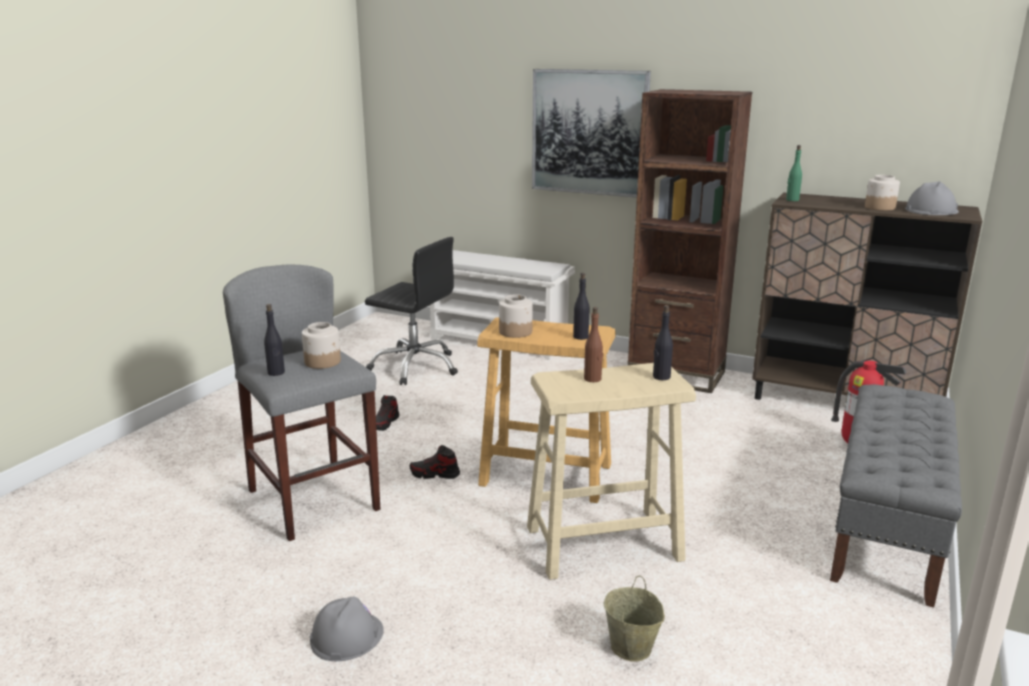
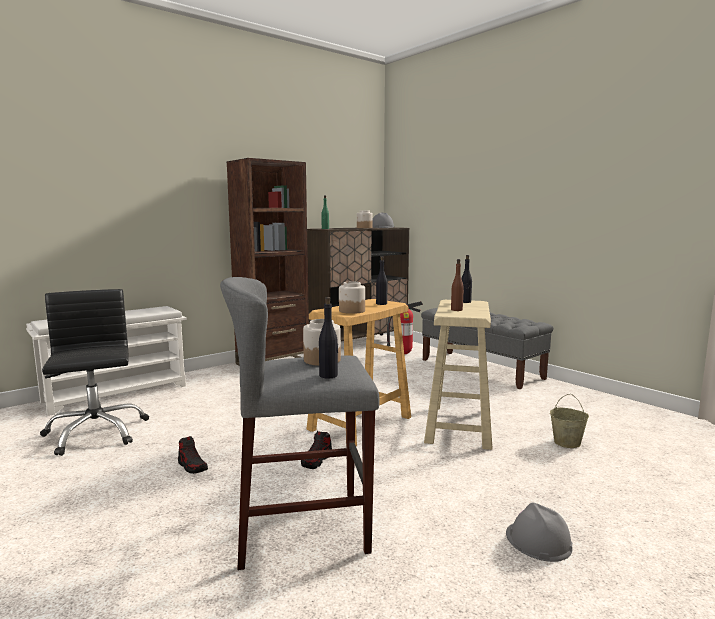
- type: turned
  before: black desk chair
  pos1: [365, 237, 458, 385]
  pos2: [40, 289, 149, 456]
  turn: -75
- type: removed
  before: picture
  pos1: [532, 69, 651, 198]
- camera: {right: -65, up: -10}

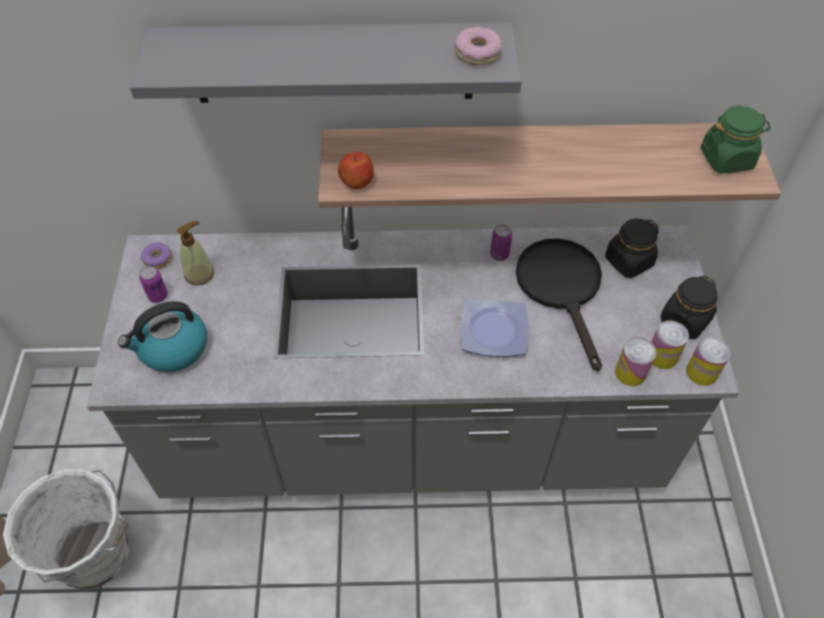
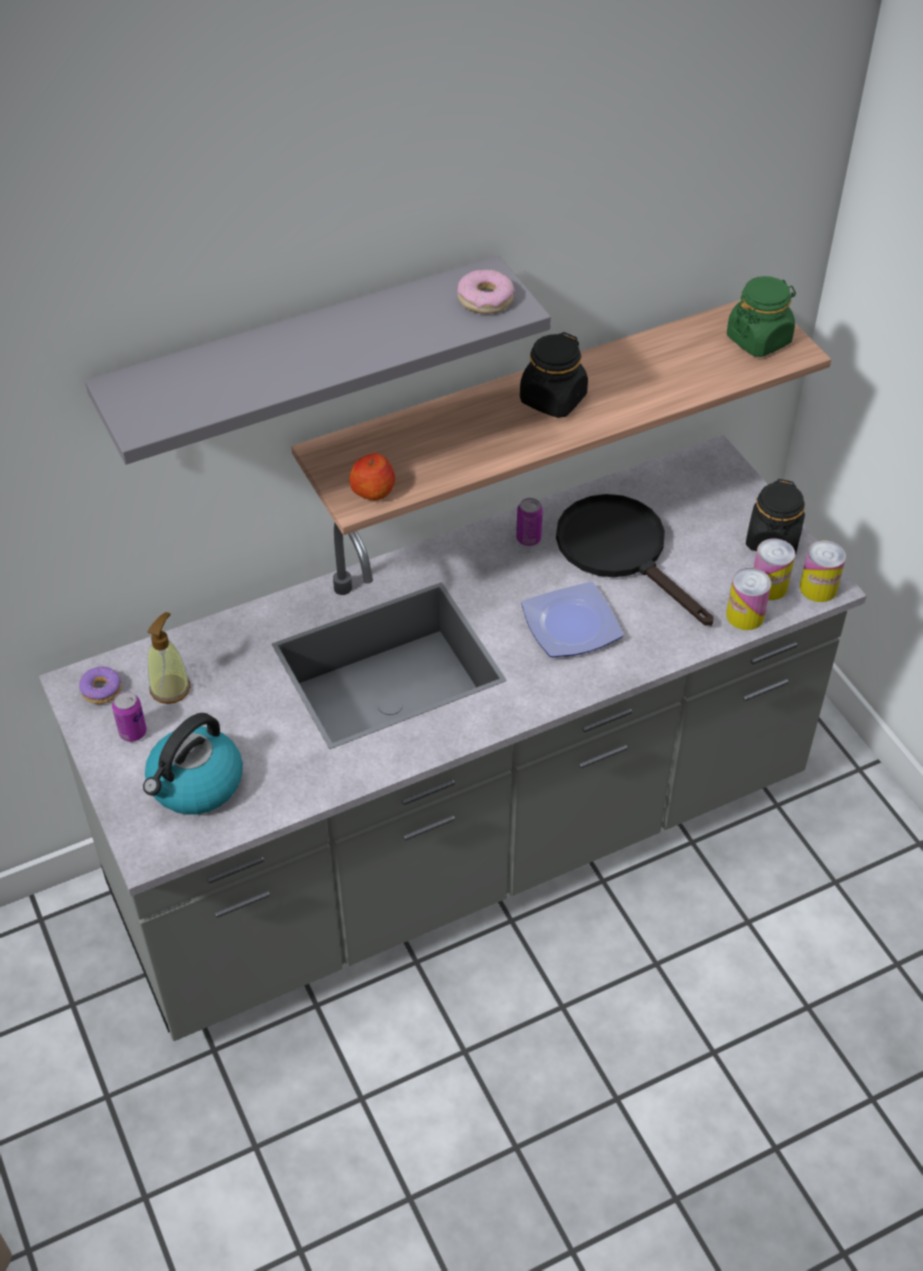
- type: moved
  before: black jar
  pos1: [605, 219, 659, 278]
  pos2: [520, 332, 588, 418]
- type: removed
  before: white bucket
  pos1: [3, 469, 129, 590]
- camera: {right: -25, up: -5}

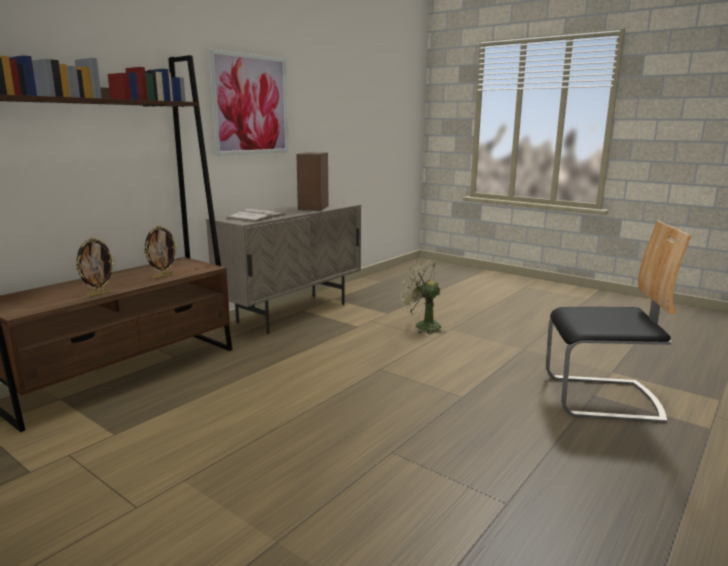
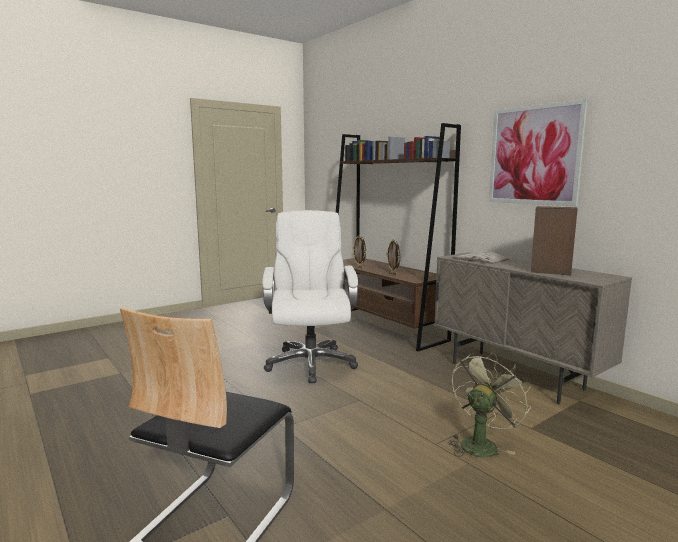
- type: added
  after: white desk chair
  pos2: [262, 210, 358, 383]
- camera: {right: 105, up: -5}

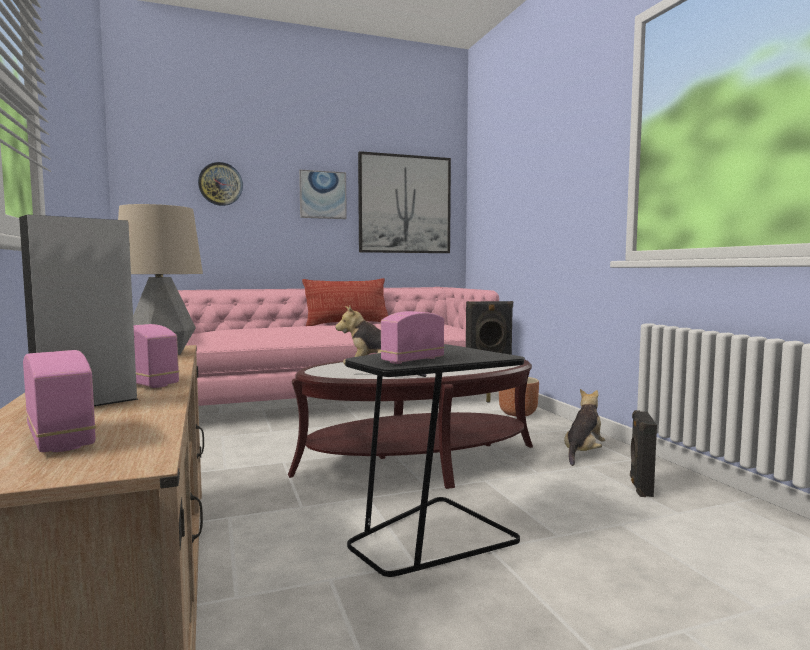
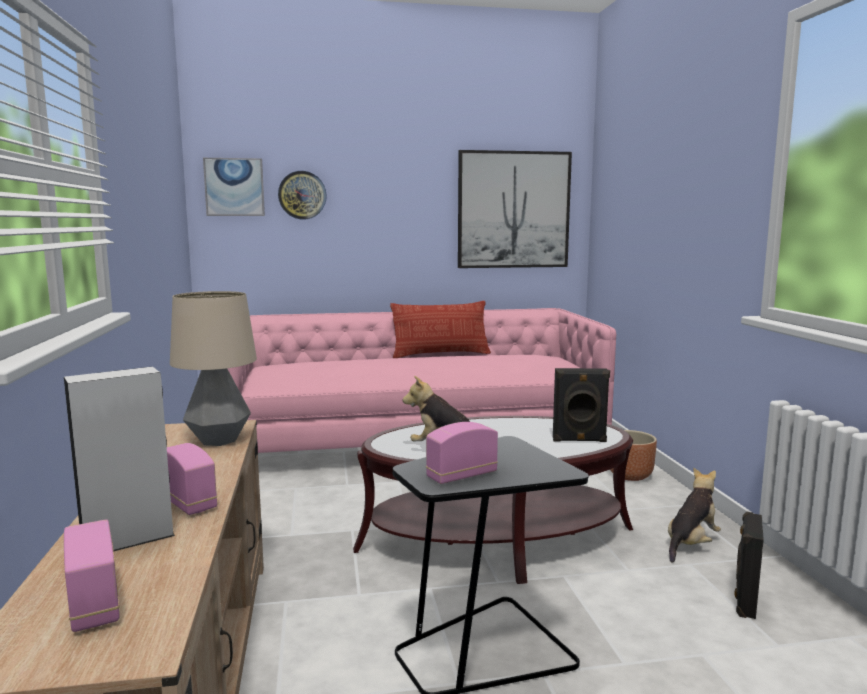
- type: moved
  before: picture
  pos1: [299, 170, 347, 219]
  pos2: [203, 158, 265, 216]
- camera: {right: 10, up: 5}

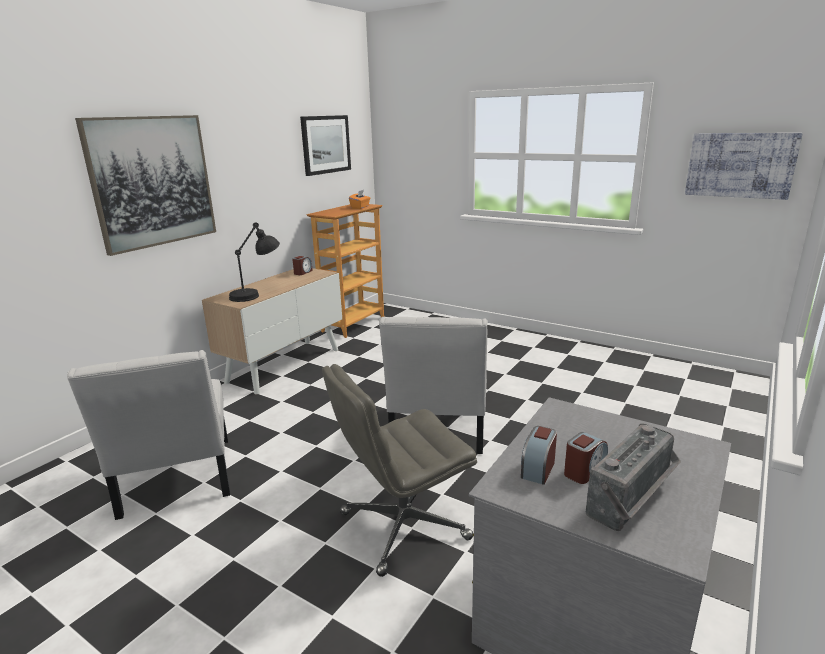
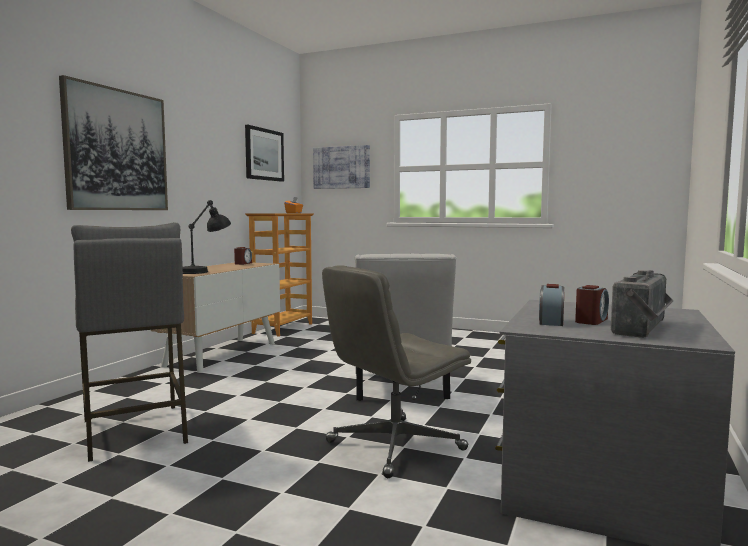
- type: replaced
  before: white upright chair
  after: grey stool seat
  pos1: [67, 350, 230, 520]
  pos2: [71, 223, 188, 462]
- type: moved
  before: picture
  pos1: [685, 133, 803, 200]
  pos2: [313, 145, 370, 189]
- camera: {right: -10, up: -15}

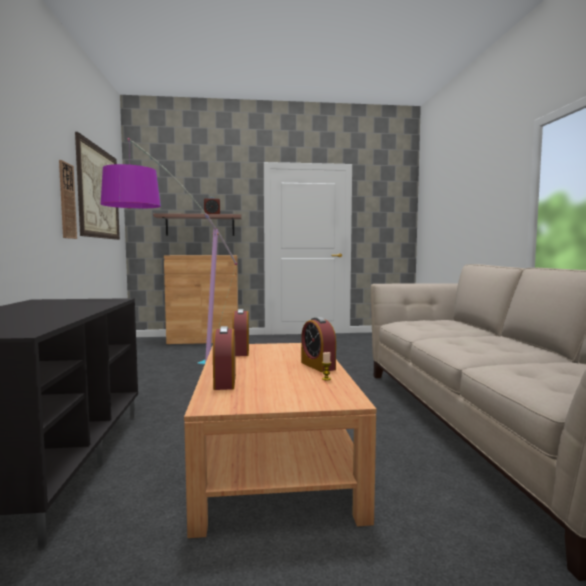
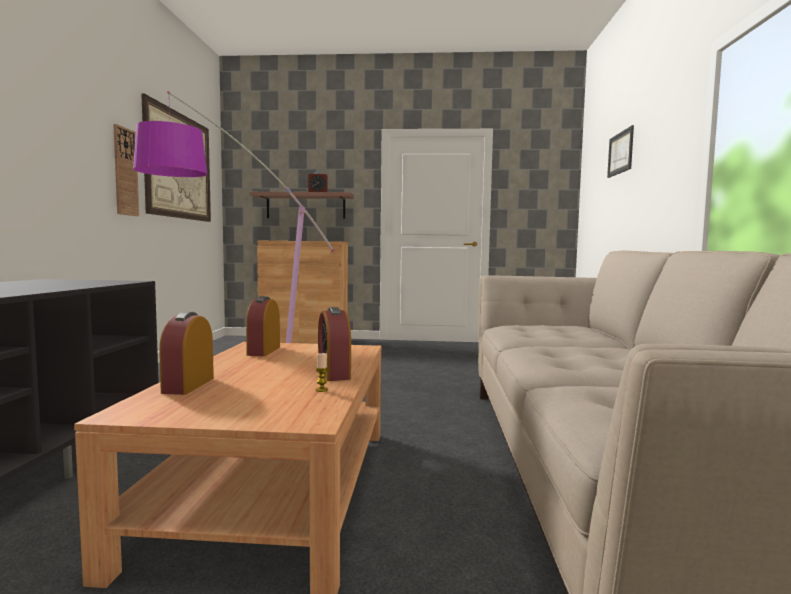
- type: added
  after: picture
  pos2: [607, 125, 634, 178]
- camera: {right: 10, up: 0}

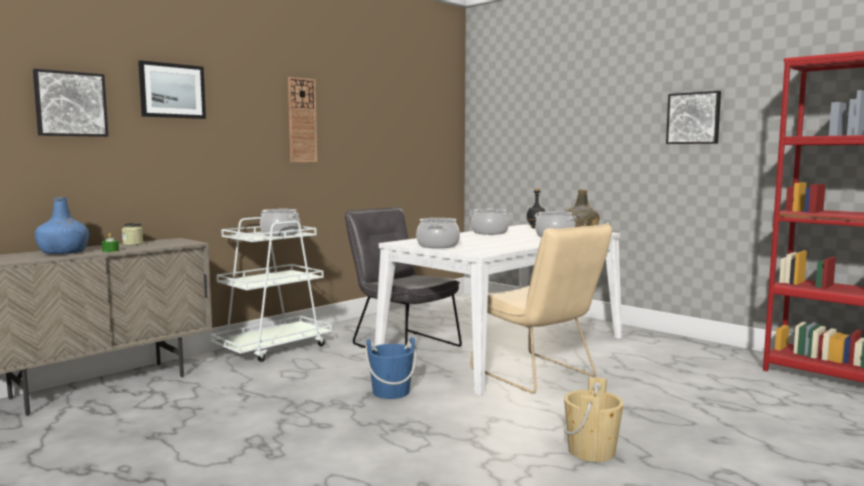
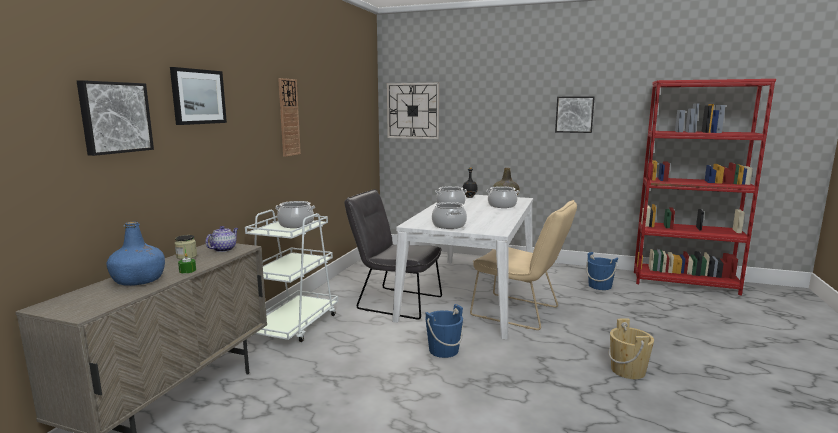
- type: added
  after: pot for tea
  pos2: [205, 226, 238, 252]
- type: added
  after: hanging clock
  pos2: [387, 83, 439, 139]
- type: added
  after: blue-coloured bucket
  pos2: [586, 252, 618, 290]
- camera: {right: -25, up: 5}

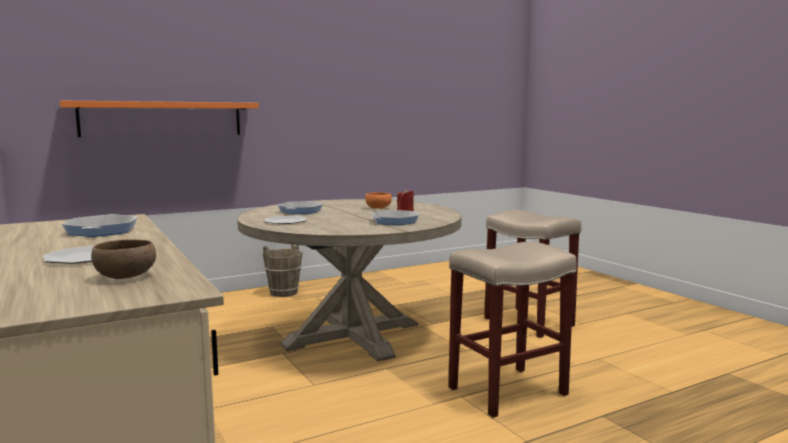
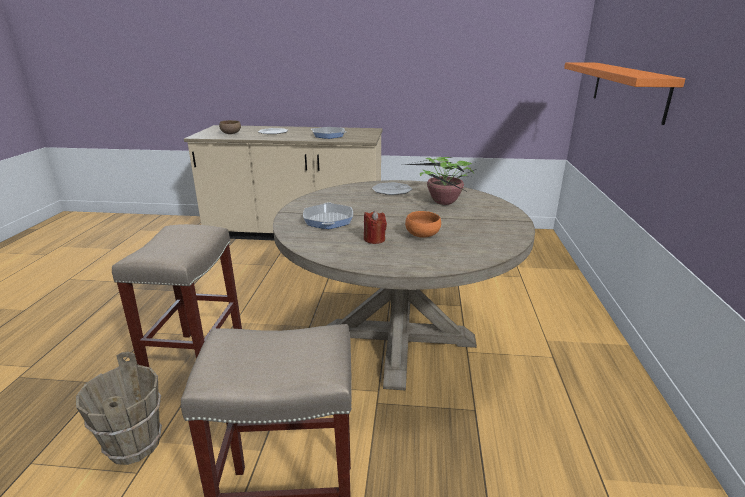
- type: moved
  before: brown bucket
  pos1: [262, 244, 303, 297]
  pos2: [76, 352, 162, 465]
- type: replaced
  before: skillet
  after: potted plant
  pos1: [278, 201, 323, 214]
  pos2: [403, 157, 476, 205]
- camera: {right: 125, up: 15}

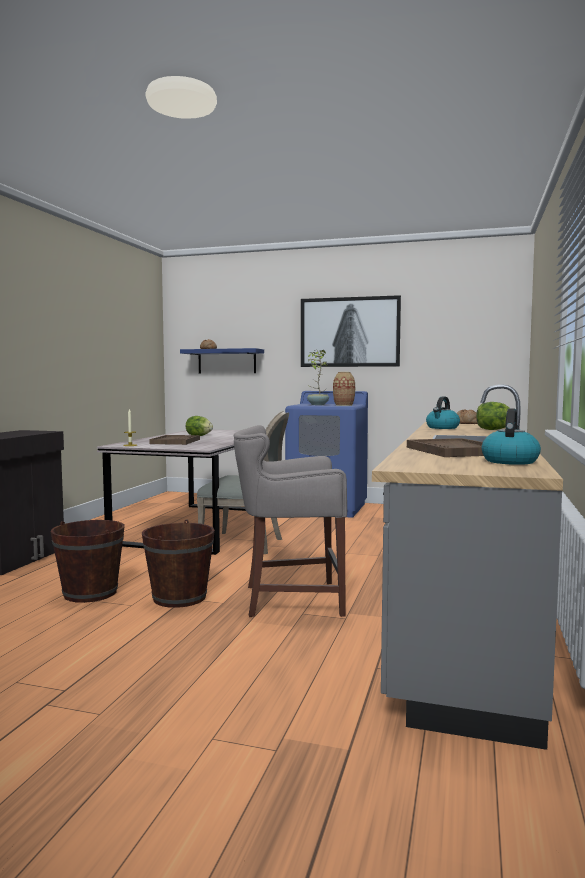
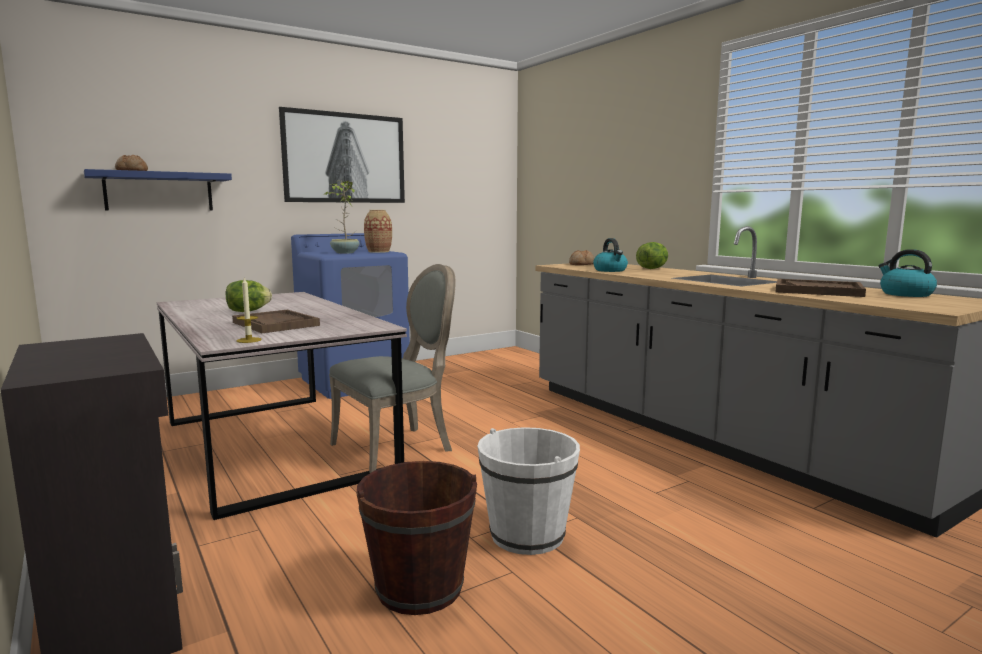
- type: recoloured
  before: brown bucket
  after: white bucket
  pos1: [142, 520, 215, 608]
  pos2: [477, 427, 580, 555]
- type: removed
  before: grey stool seat
  pos1: [233, 425, 347, 617]
- camera: {right: -50, up: 5}

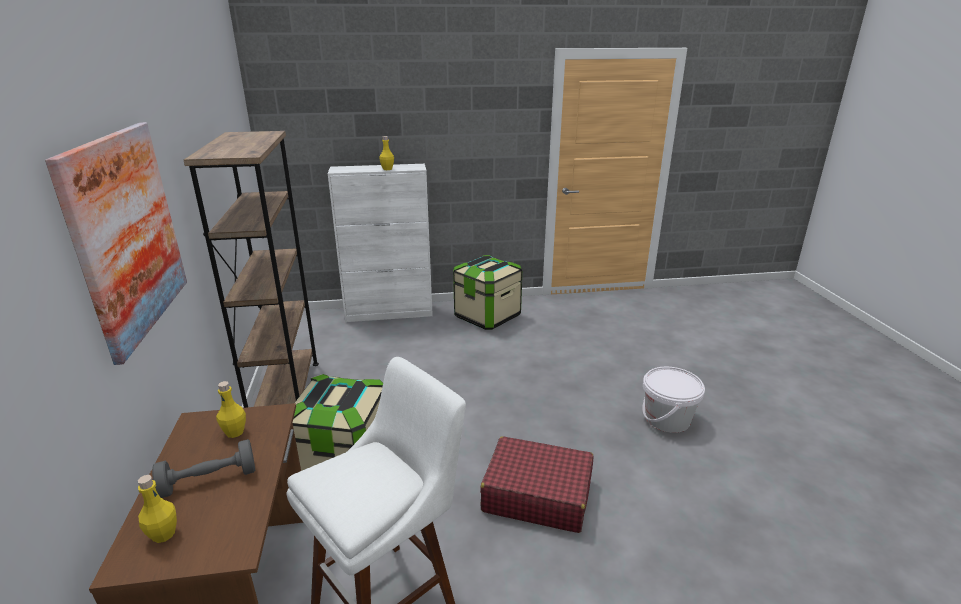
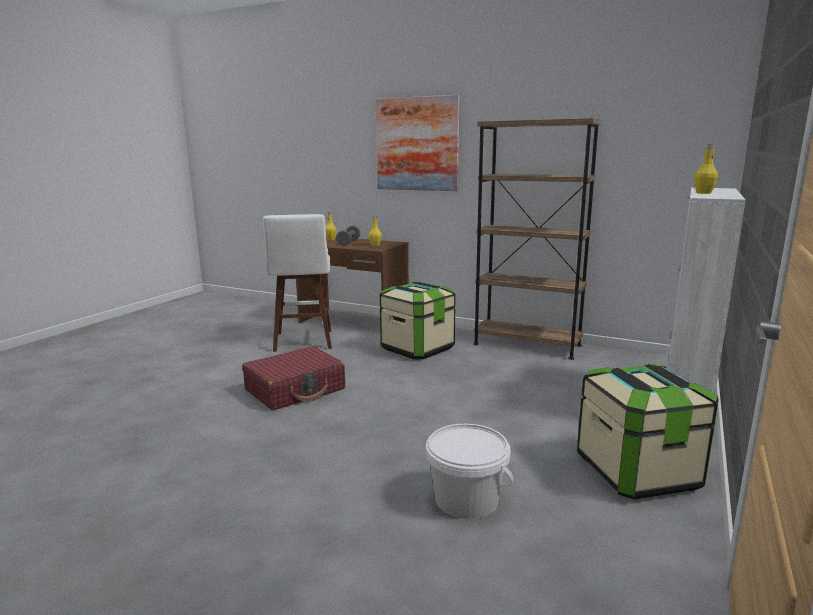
- type: moved
  before: white bucket
  pos1: [642, 367, 705, 433]
  pos2: [426, 424, 514, 519]
- camera: {right: 125, up: -10}

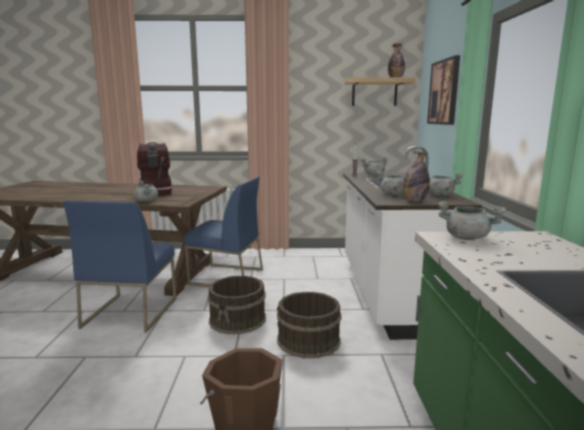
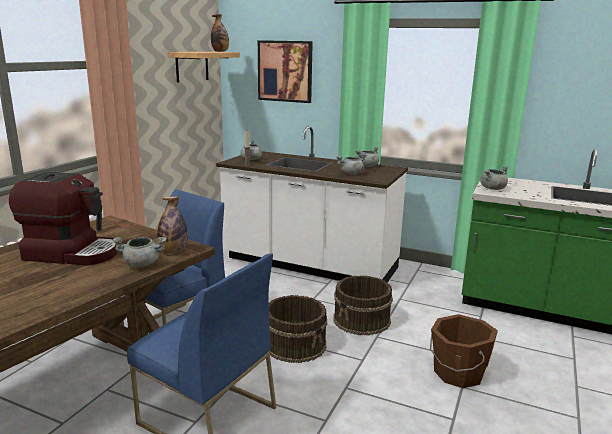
- type: moved
  before: drink bottle
  pos1: [403, 151, 430, 202]
  pos2: [157, 196, 188, 254]
- camera: {right: -65, up: 5}

